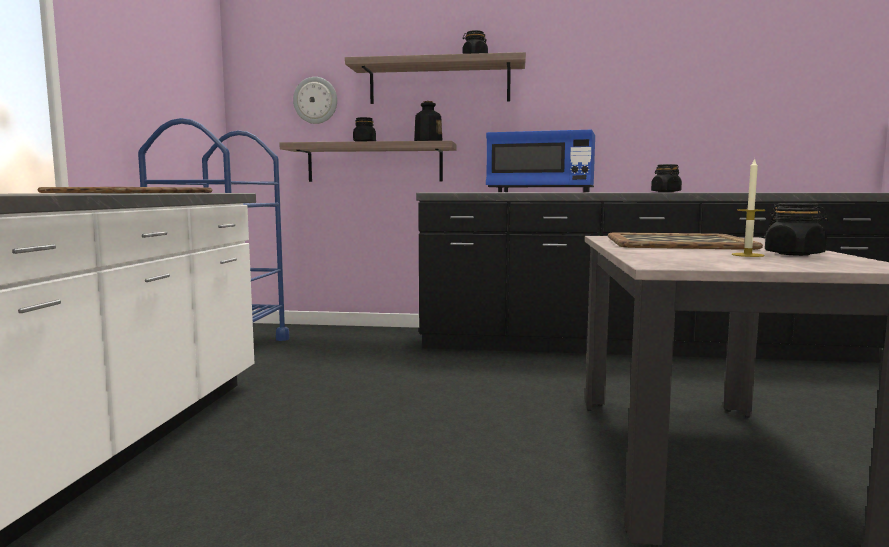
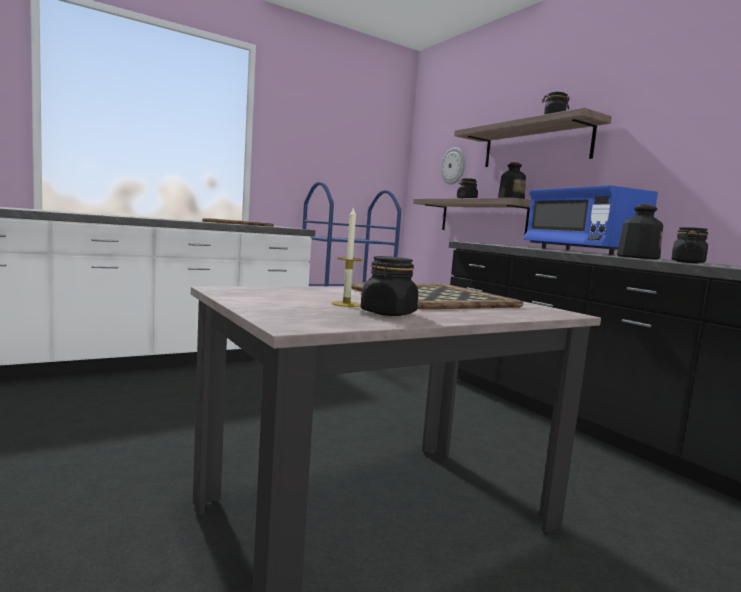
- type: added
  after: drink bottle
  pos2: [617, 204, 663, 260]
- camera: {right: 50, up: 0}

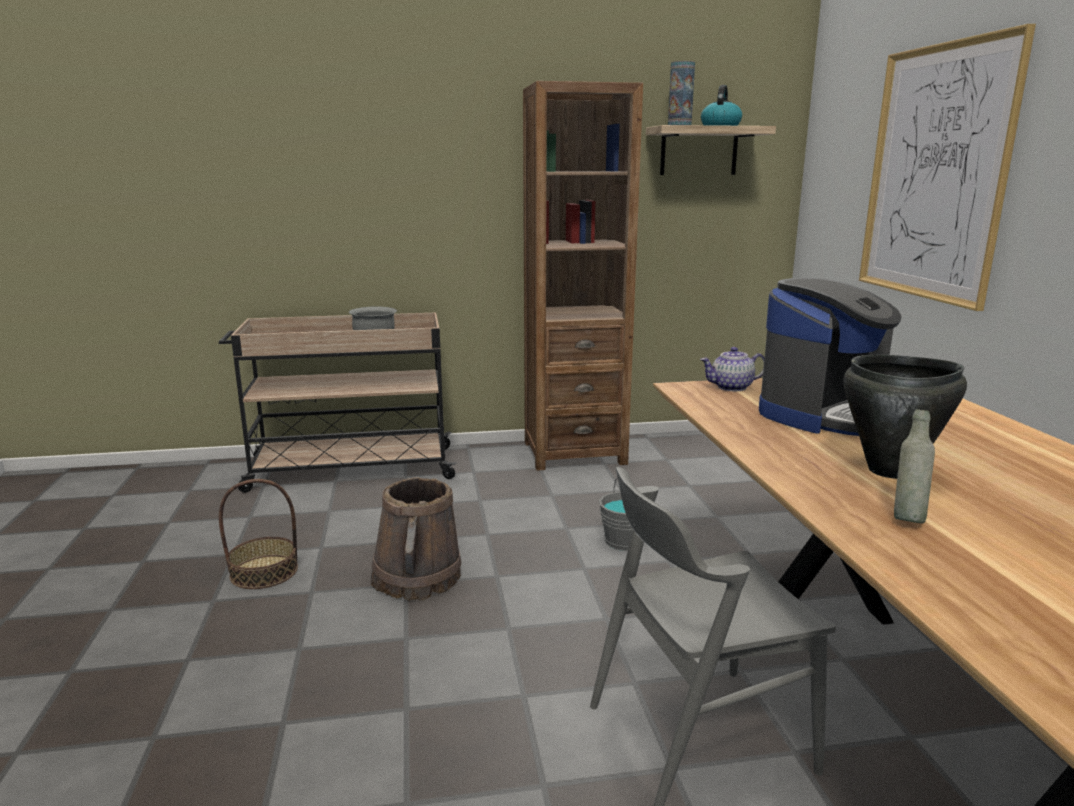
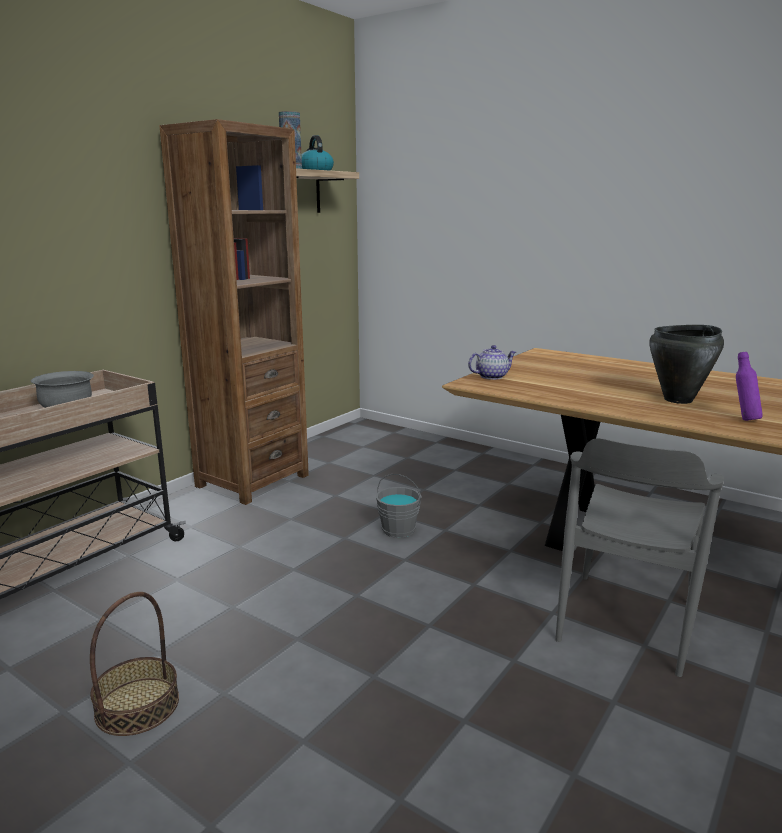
- type: turned
  before: pot for tea
  pos1: [700, 347, 765, 391]
  pos2: [468, 345, 516, 380]
  turn: -150
- type: recoloured
  before: grey drink bottle
  after: purple drink bottle
  pos1: [894, 409, 935, 524]
  pos2: [736, 352, 763, 421]
- type: removed
  before: brown bucket
  pos1: [371, 477, 461, 601]
- type: removed
  before: coffee machine
  pos1: [759, 278, 902, 436]
- type: removed
  before: picture
  pos1: [859, 24, 1036, 311]
- camera: {right: -45, up: 0}

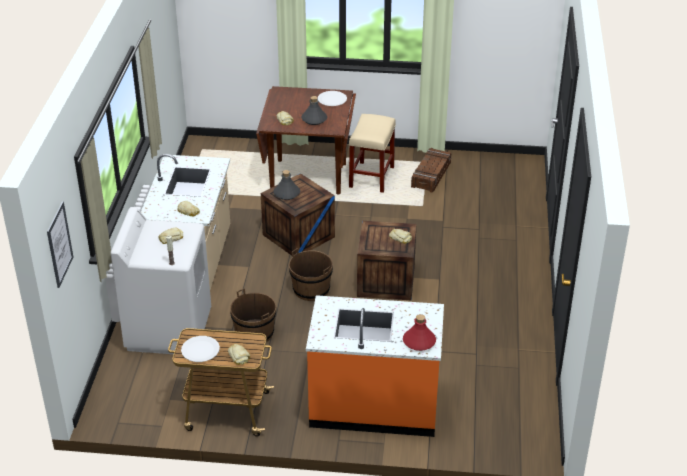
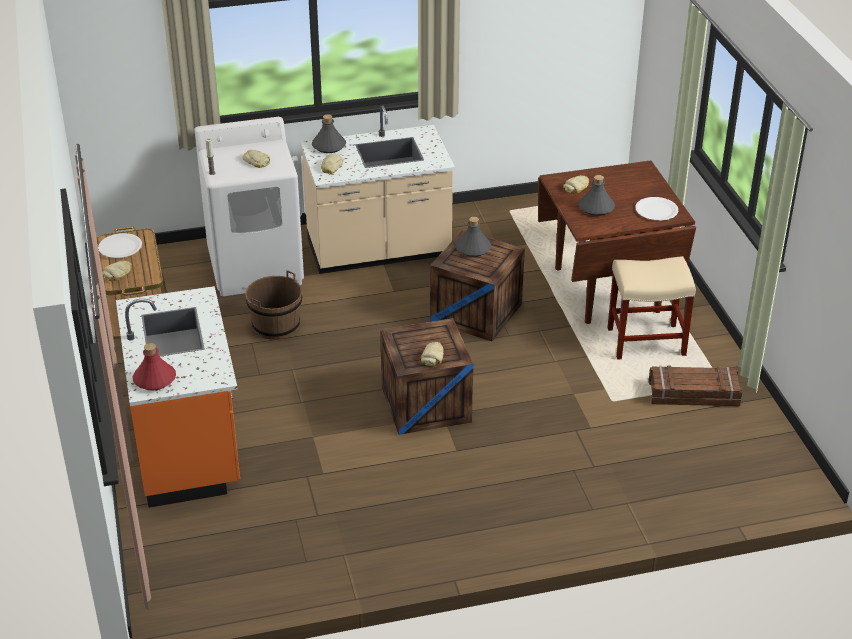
- type: added
  after: grey drink bottle
  pos2: [312, 114, 346, 153]
- type: removed
  before: picture
  pos1: [47, 201, 73, 288]
- type: removed
  before: brown bucket
  pos1: [289, 248, 333, 301]
- camera: {right: 70, up: 0}

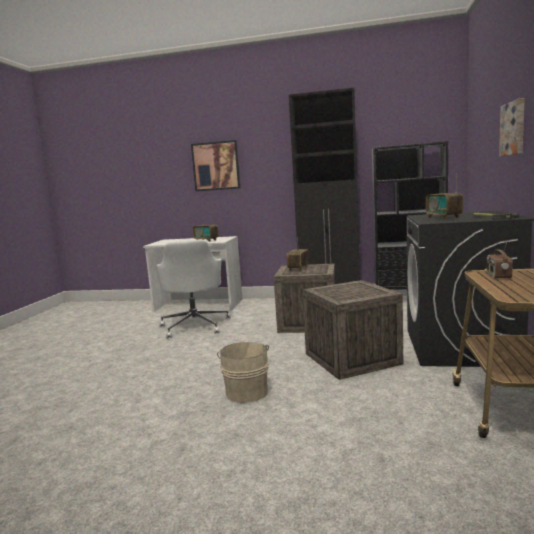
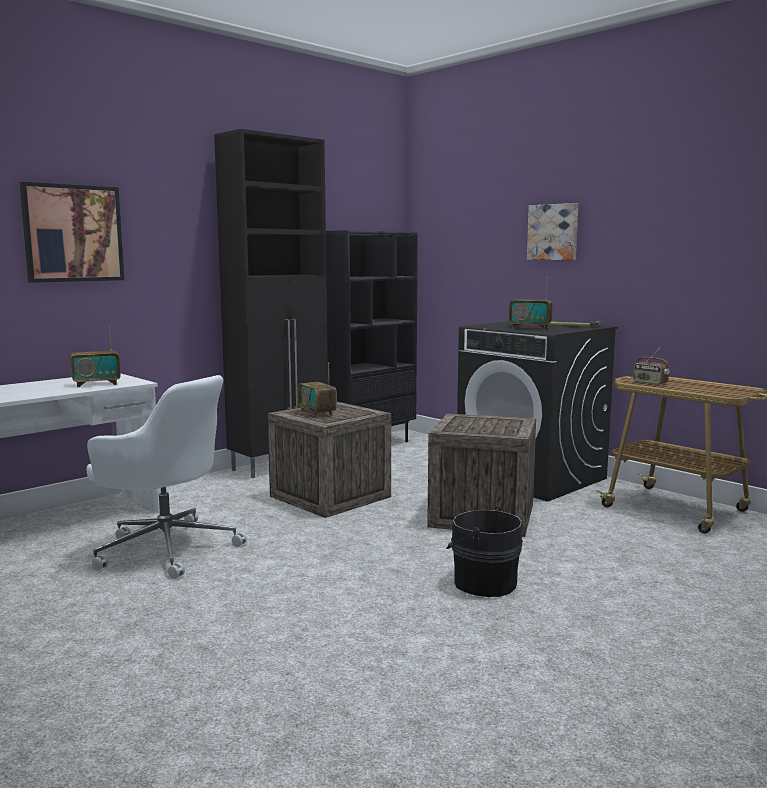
- type: recoloured
  before: beige-coloured bucket
  after: black bucket
  pos1: [217, 342, 269, 403]
  pos2: [446, 507, 523, 597]
- camera: {right: -55, up: 0}

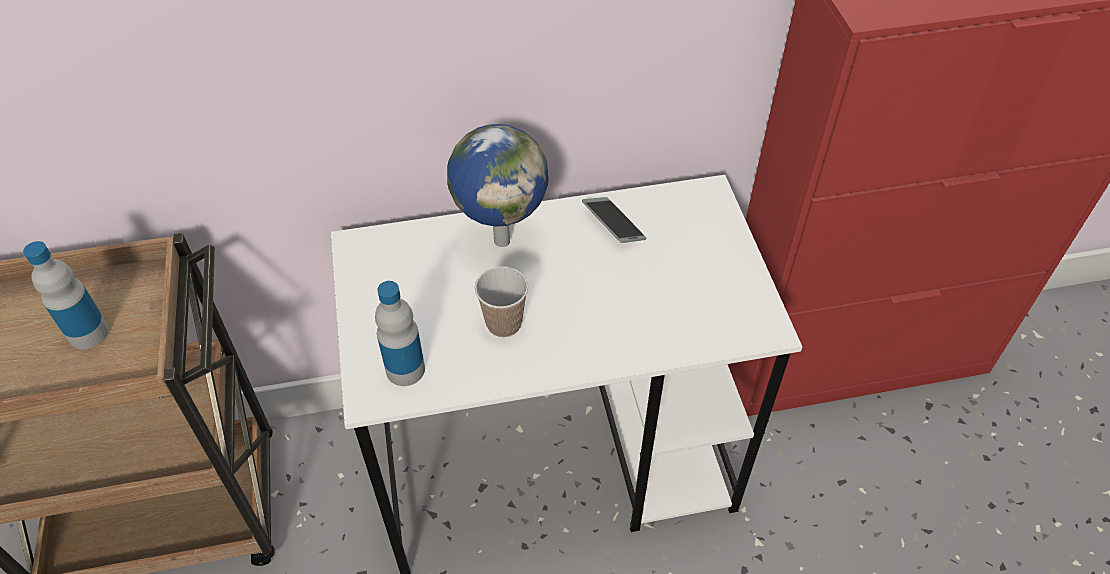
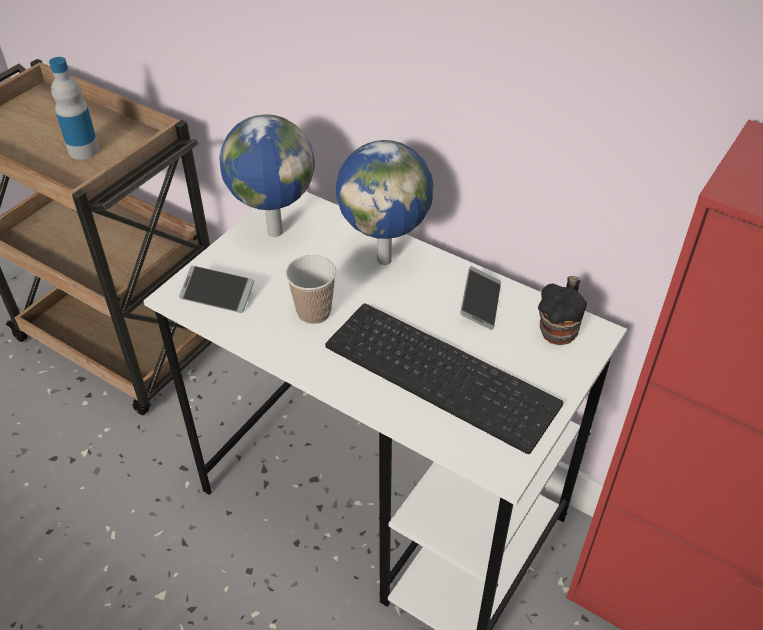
- type: replaced
  before: drink bottle
  after: telephone
  pos1: [375, 281, 425, 386]
  pos2: [179, 266, 254, 313]
- type: added
  after: globe
  pos2: [220, 114, 315, 237]
- type: added
  after: PC keyboard
  pos2: [325, 304, 564, 454]
- type: added
  after: tea mug
  pos2: [538, 276, 587, 345]
- camera: {right: 45, up: -5}

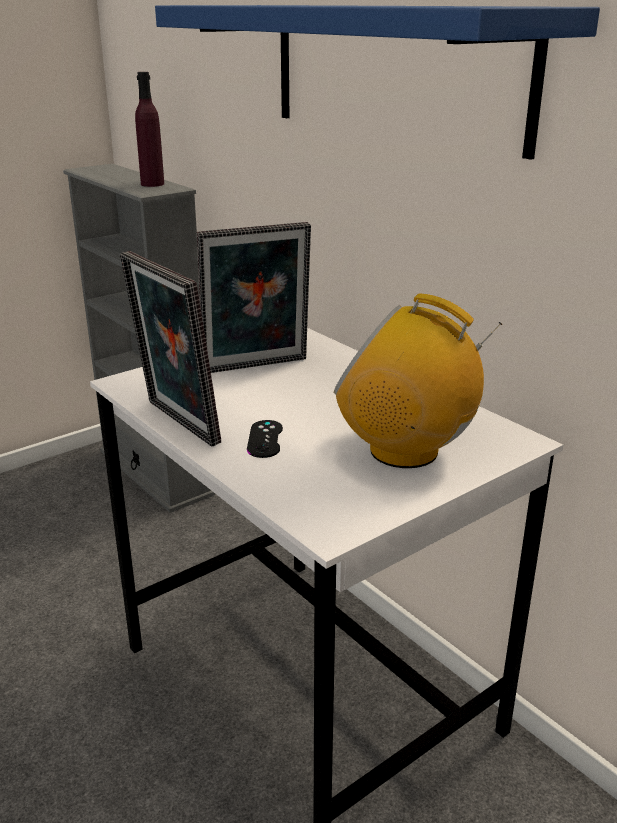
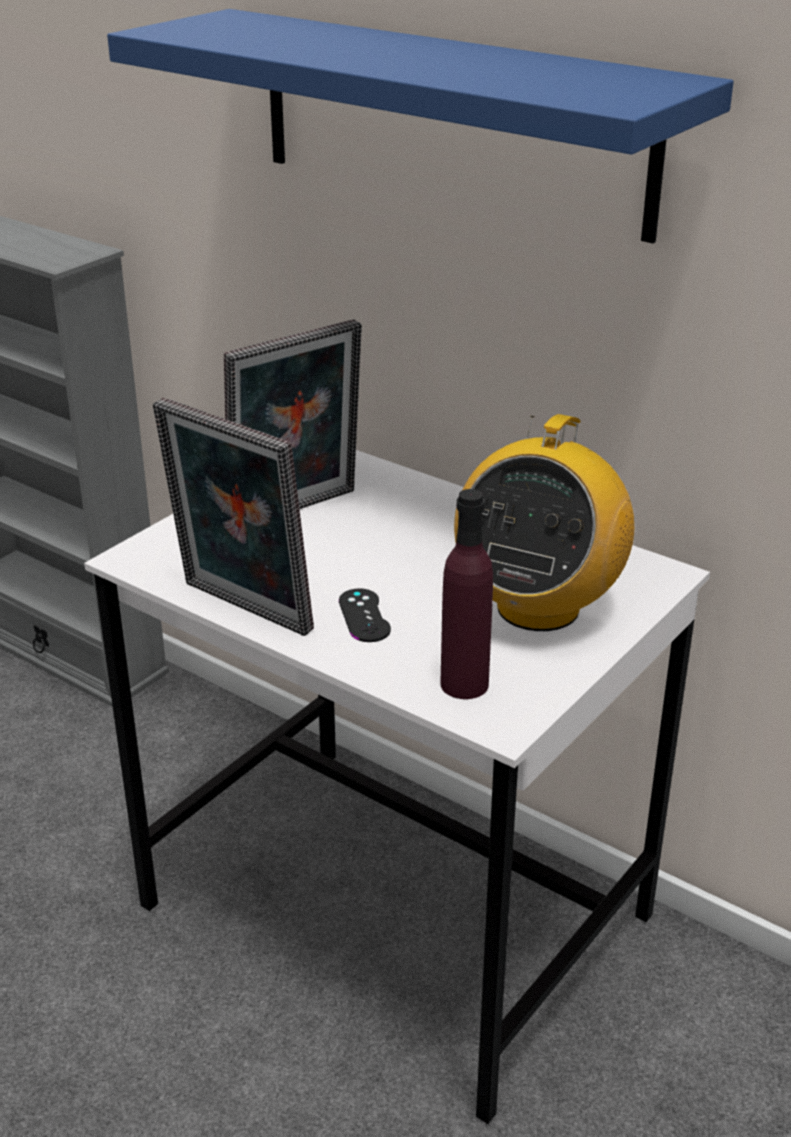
- type: moved
  before: purple drink bottle
  pos1: [135, 72, 164, 187]
  pos2: [440, 489, 493, 699]
- type: turned
  before: radio set
  pos1: [334, 294, 502, 468]
  pos2: [454, 414, 634, 631]
  turn: -75
- camera: {right: -15, up: 5}

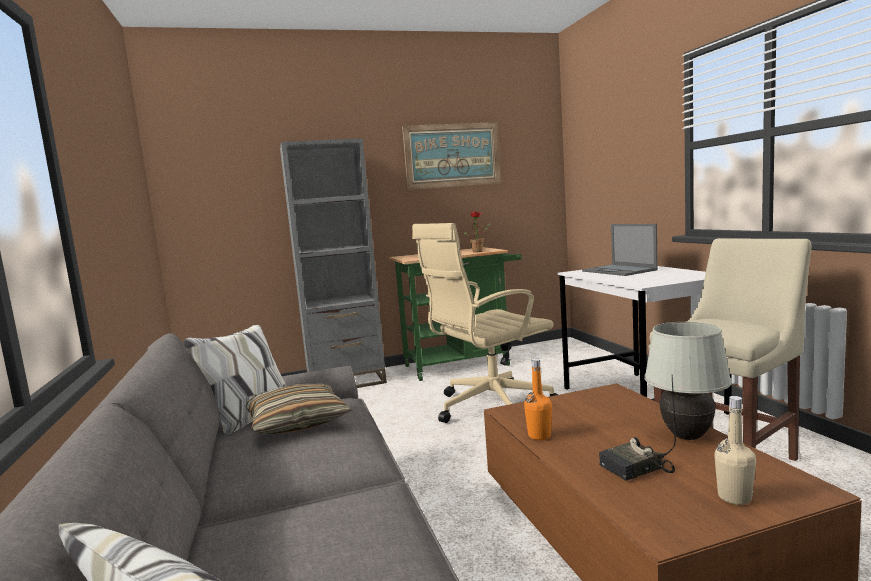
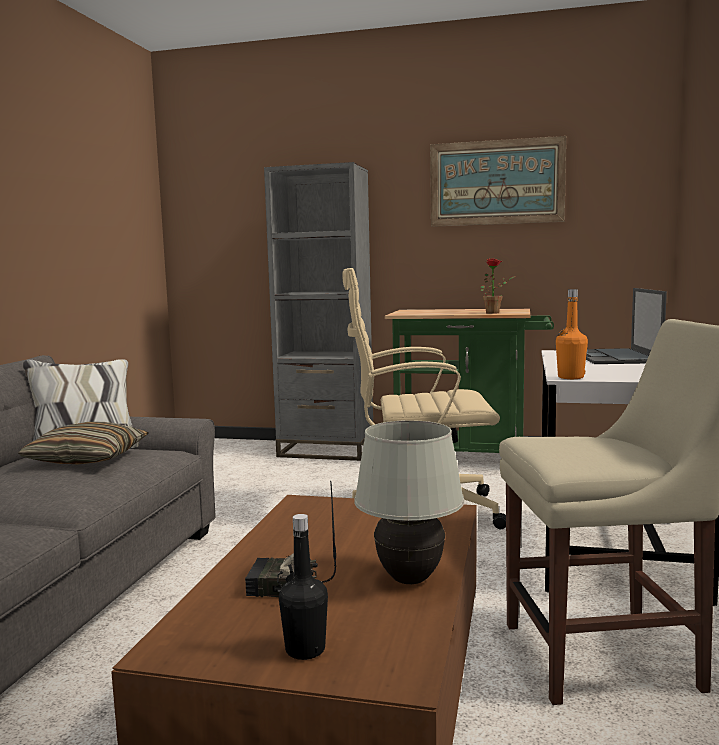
- type: recoloured
  before: beige-coloured drink bottle
  after: black drink bottle
  pos1: [714, 396, 756, 505]
  pos2: [279, 514, 328, 660]
- type: moved
  before: orangey drink bottle
  pos1: [524, 358, 552, 440]
  pos2: [556, 289, 588, 379]
- camera: {right: 30, up: 0}

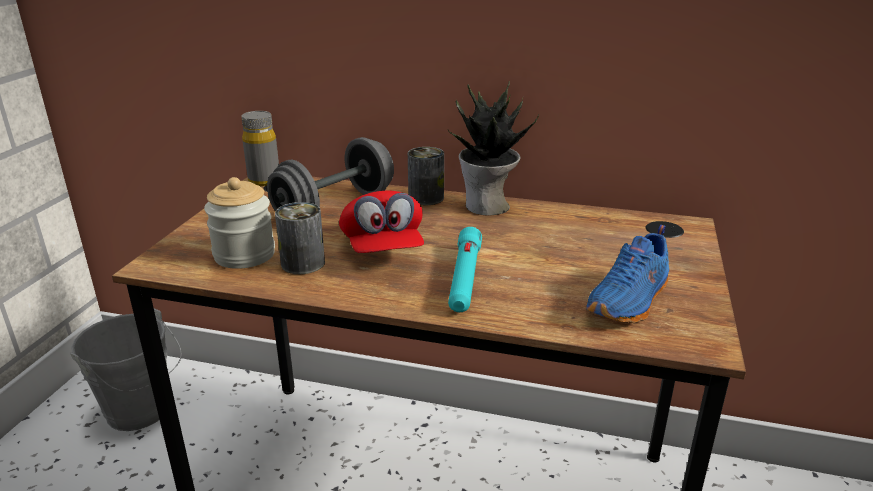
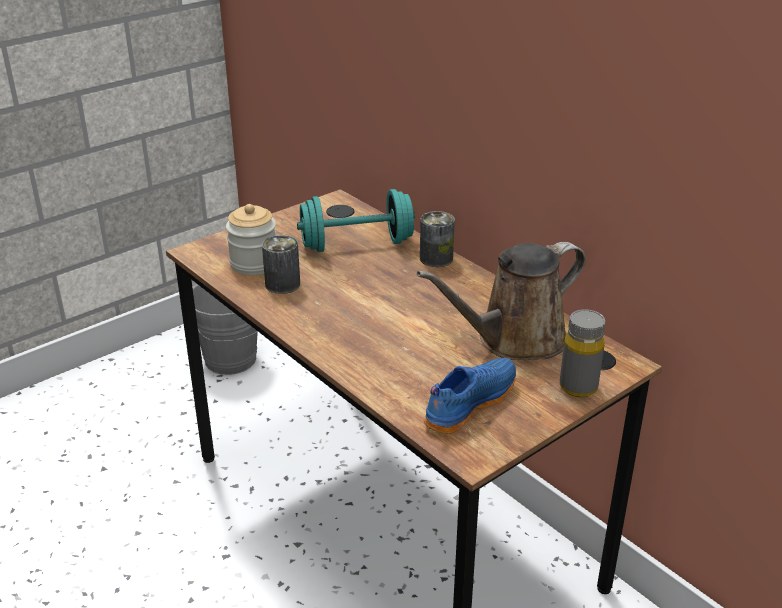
- type: recoloured
  before: grey dumbbell
  after: blue-green dumbbell
  pos1: [267, 137, 394, 211]
  pos2: [297, 189, 415, 252]
- type: added
  after: brown watering pot
  pos2: [417, 242, 586, 360]
- type: turned
  before: blue-coloured item of footwear
  pos1: [586, 225, 670, 323]
  pos2: [424, 358, 516, 434]
  turn: 150
- type: moved
  before: grey drink bottle
  pos1: [241, 111, 279, 186]
  pos2: [560, 309, 605, 397]
- type: removed
  before: reddish baseball cap
  pos1: [339, 191, 424, 253]
- type: removed
  before: potted plant
  pos1: [448, 81, 539, 216]
- type: removed
  before: blue-green torch
  pos1: [448, 227, 482, 312]
- camera: {right: 35, up: 5}

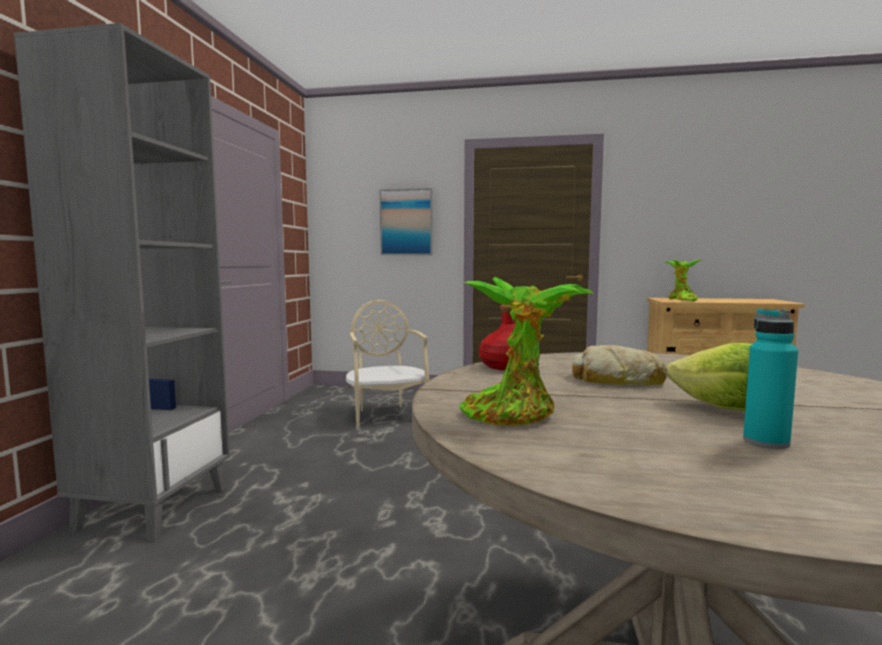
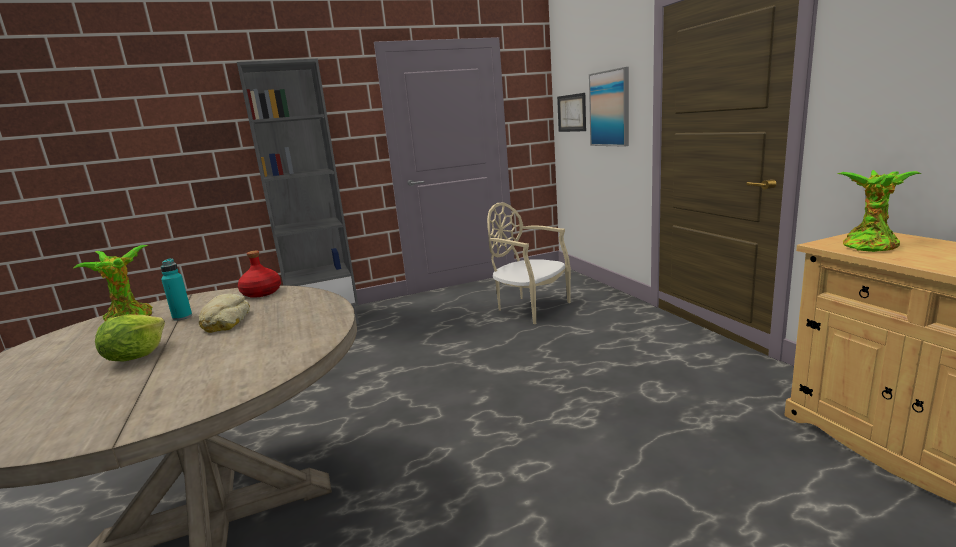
- type: moved
  before: blue-green drink bottle
  pos1: [743, 308, 798, 449]
  pos2: [161, 258, 192, 321]
- type: turned
  before: beige-coloured upright chair
  pos1: [346, 300, 429, 429]
  pos2: [487, 203, 571, 324]
  turn: -90
- type: added
  after: picture
  pos2: [557, 93, 586, 132]
- camera: {right: 60, up: 10}

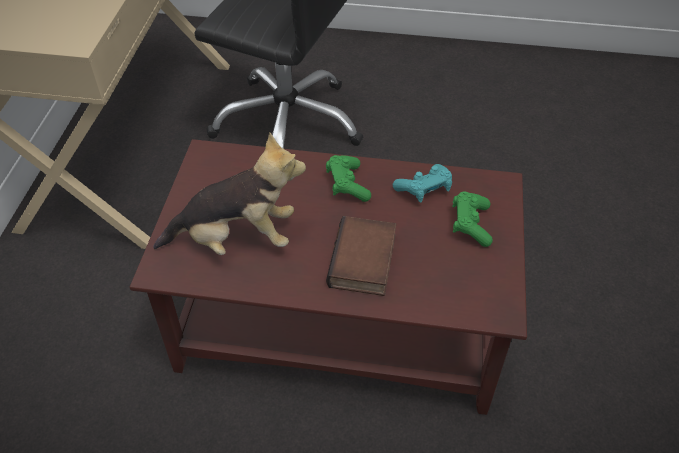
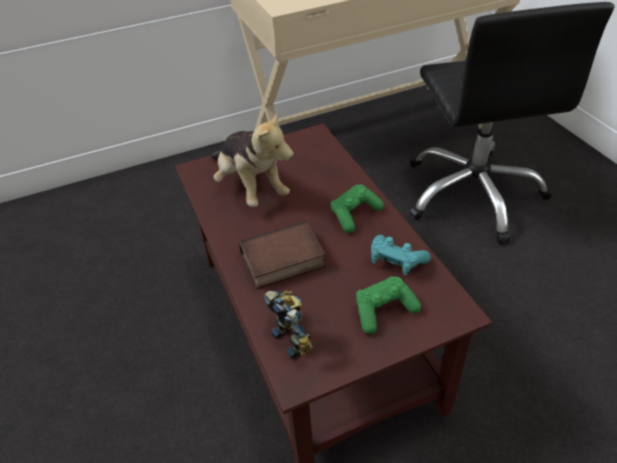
- type: added
  after: robot figure
  pos2: [264, 290, 314, 359]
- camera: {right: 60, up: -5}

